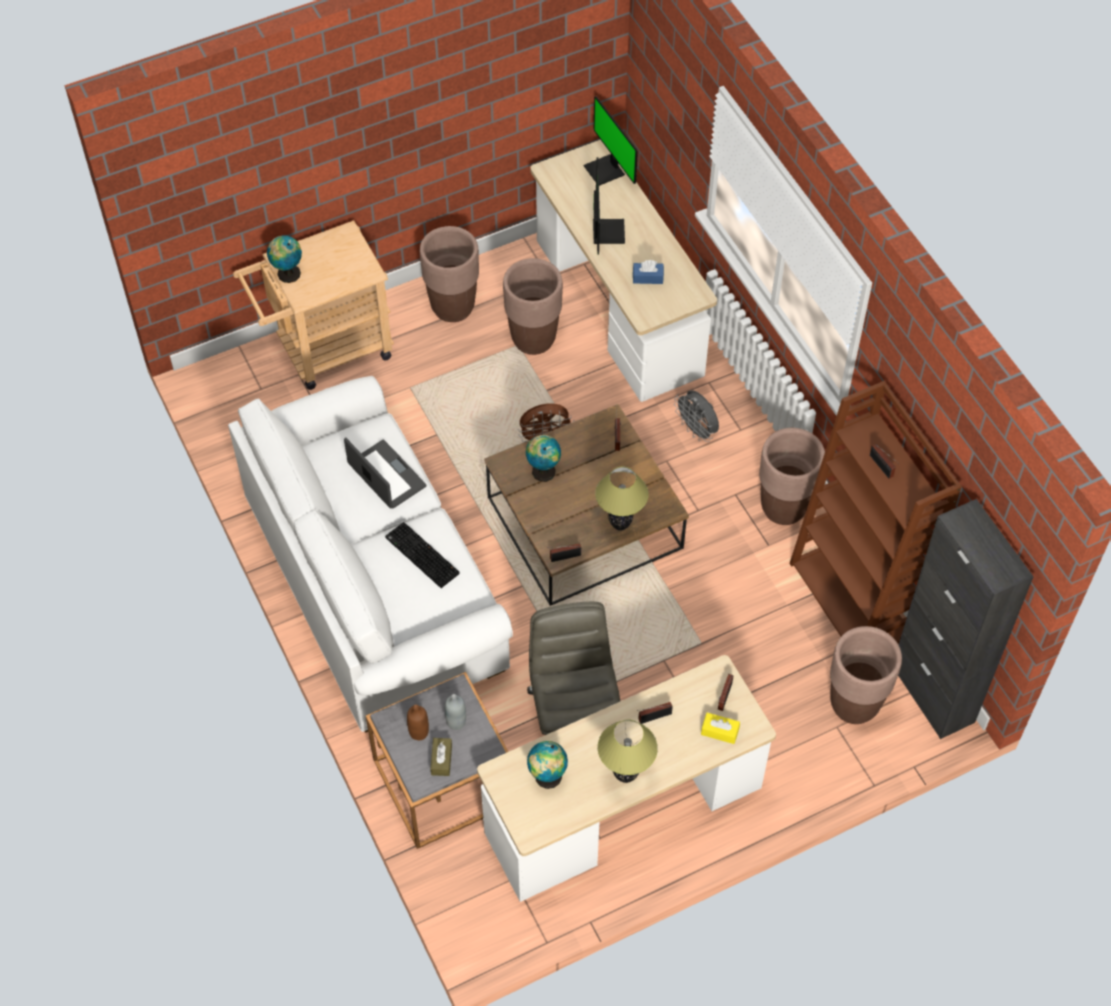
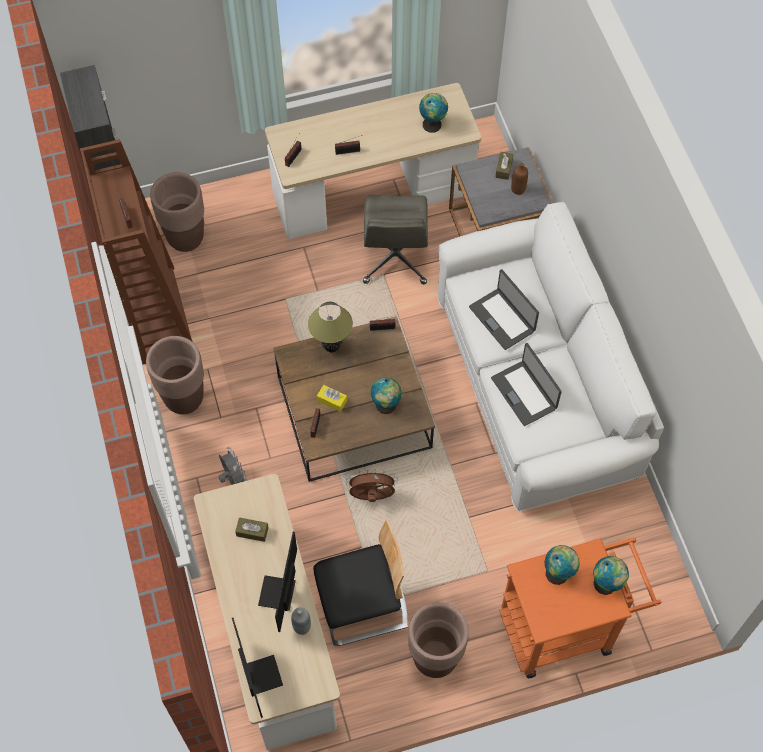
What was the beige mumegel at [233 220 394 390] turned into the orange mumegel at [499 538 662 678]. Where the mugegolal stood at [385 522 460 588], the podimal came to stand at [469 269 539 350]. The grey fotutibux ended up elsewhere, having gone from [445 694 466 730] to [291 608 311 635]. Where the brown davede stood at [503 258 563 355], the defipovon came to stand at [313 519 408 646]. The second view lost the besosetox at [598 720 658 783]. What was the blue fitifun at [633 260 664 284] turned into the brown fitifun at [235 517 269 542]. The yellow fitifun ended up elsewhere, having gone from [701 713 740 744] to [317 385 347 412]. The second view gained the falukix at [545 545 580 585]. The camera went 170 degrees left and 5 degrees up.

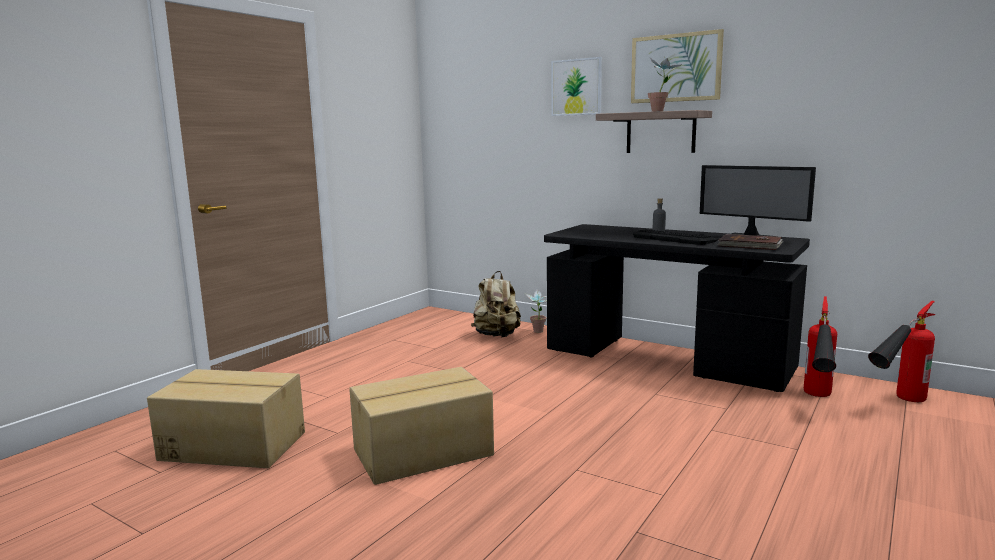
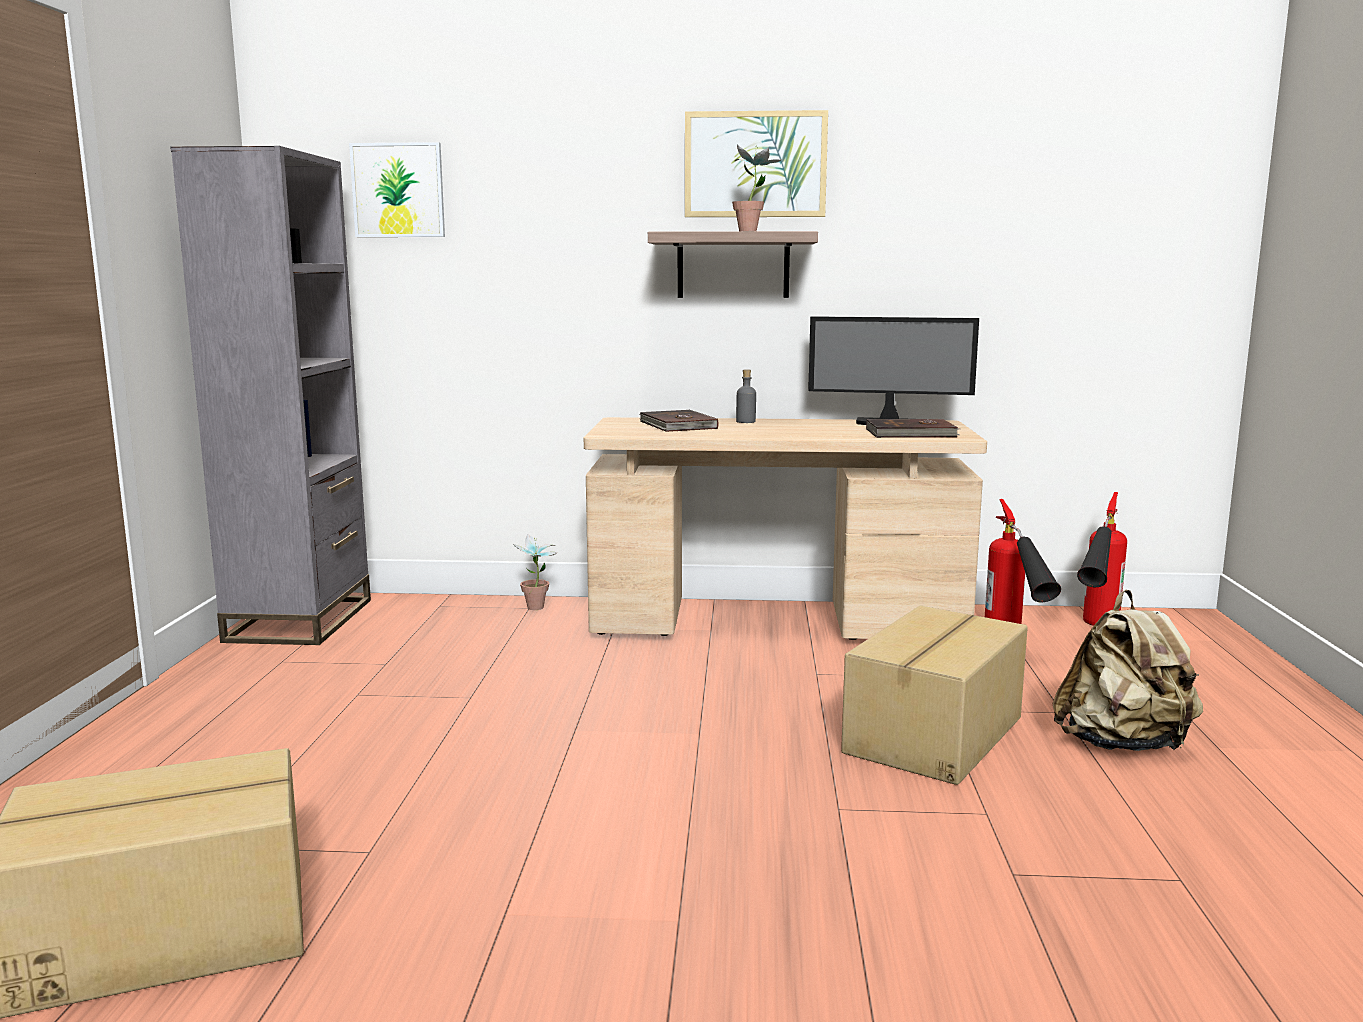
The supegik ended up elsewhere, having gone from [349 367 494 485] to [841 606 1028 785]. The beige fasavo ended up elsewhere, having gone from [471 271 521 337] to [1052 590 1203 751]. What was the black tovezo at [544 224 810 392] turned into the beige tovezo at [584 417 987 640]. The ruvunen ended up elsewhere, having gone from [551 57 602 116] to [349 142 445 237]. The second view lost the mugegolal at [633 229 719 245]. The second view gained the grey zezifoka at [170 146 371 645]. The second view gained the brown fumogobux at [639 410 719 432]. The camera went 30 degrees left and 0 degrees up.

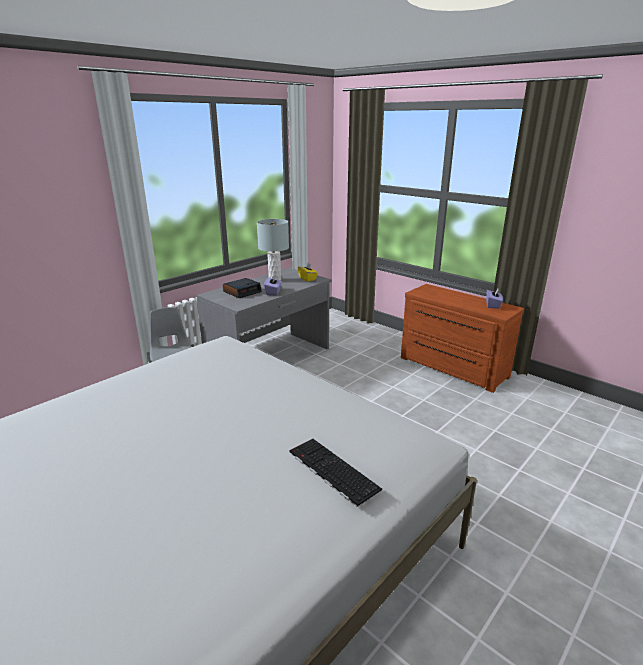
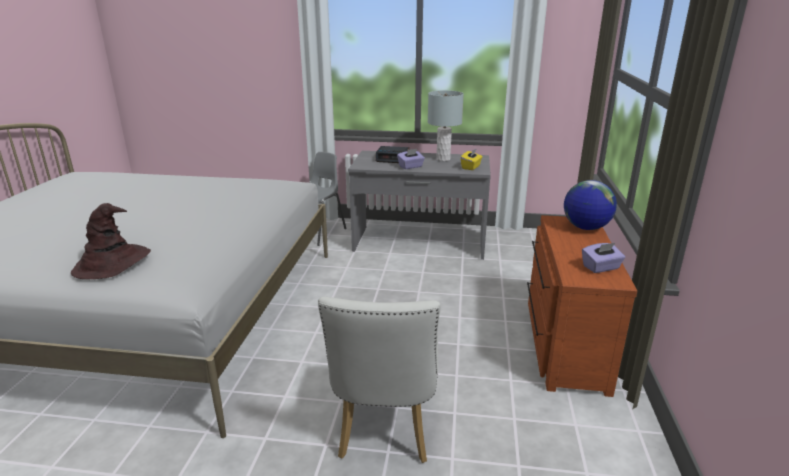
Where the mugegolal stood at [289 439 382 507], the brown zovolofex came to stand at [71 203 151 279]. The second view gained the white defipovon at [318 297 441 463]. The second view gained the falukix at [564 180 617 230]. The camera went 55 degrees right and 0 degrees up.

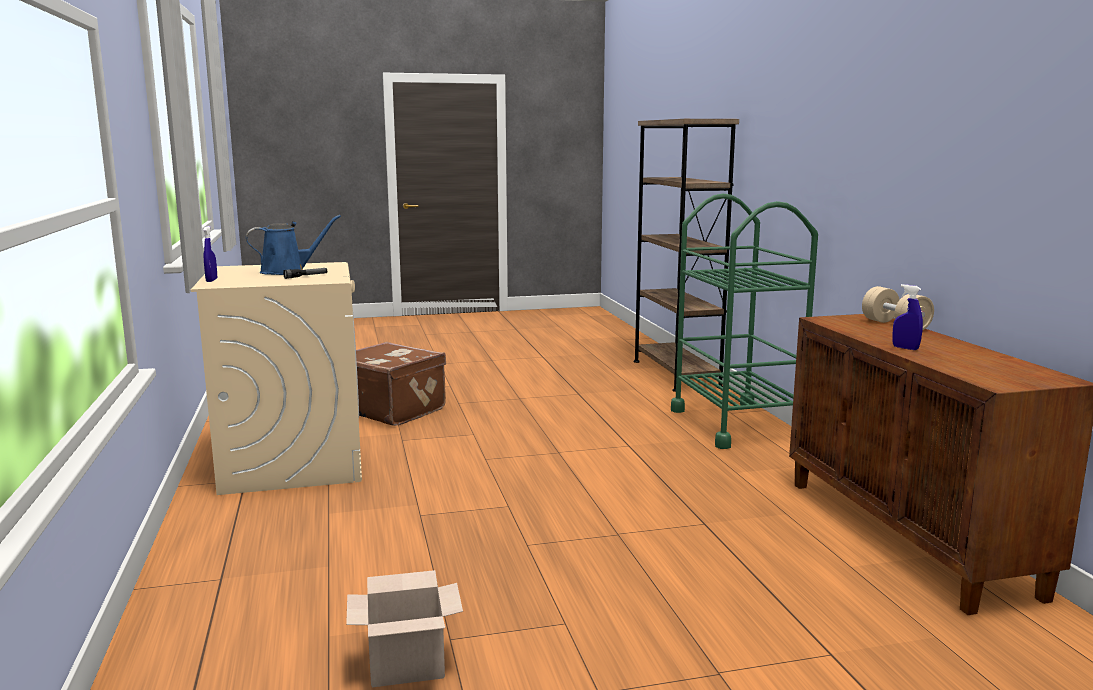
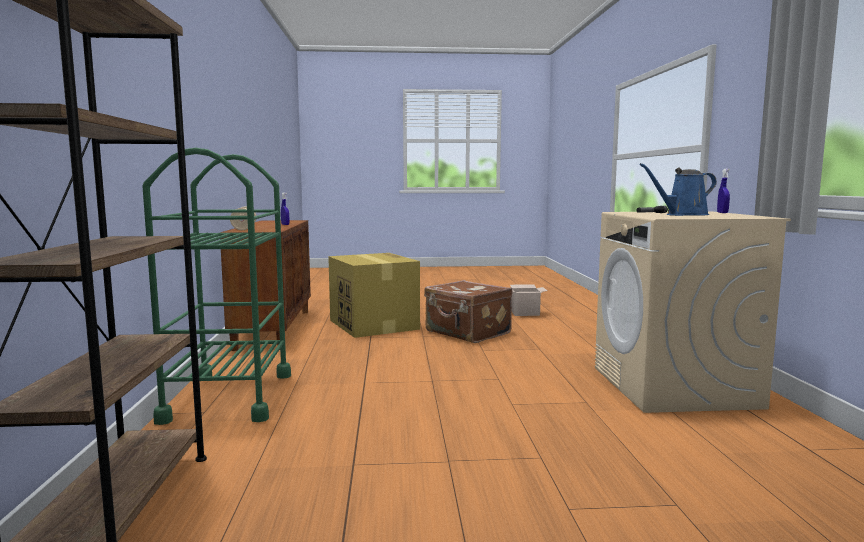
The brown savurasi ended up elsewhere, having gone from [356 342 446 426] to [424 280 513 343]. The second view gained the supegik at [328 253 420 338]. The camera went 170 degrees left and 5 degrees down.

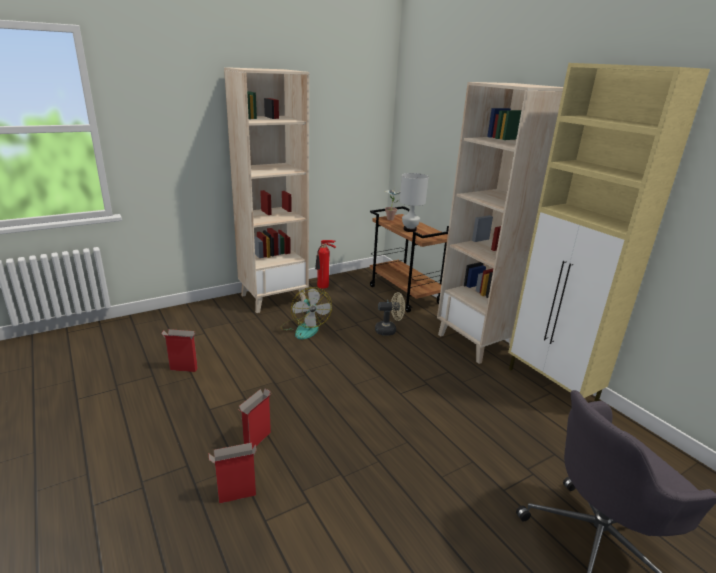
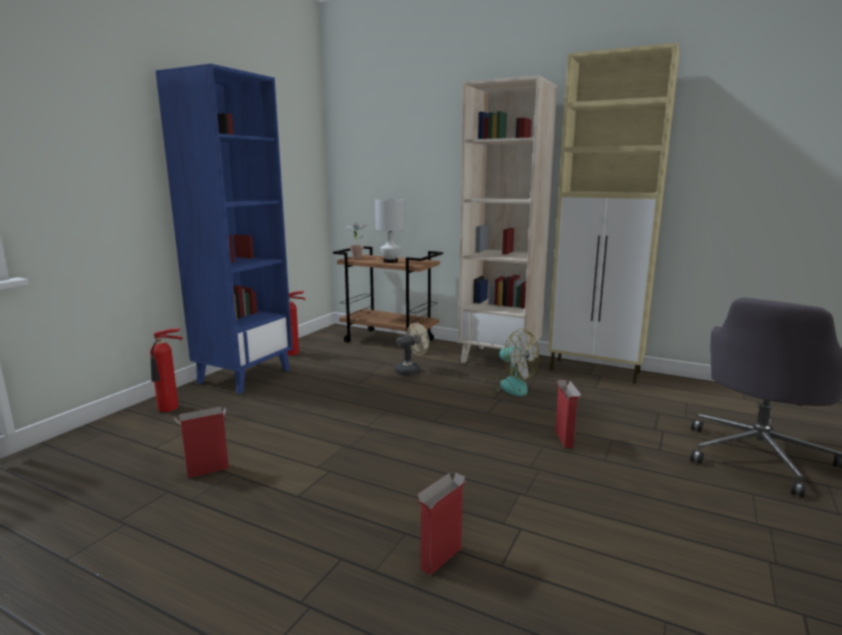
What was the beige zezifoka at [224 67 309 313] turned into the blue zezifoka at [156 64 292 394]. The supegik ended up elsewhere, having gone from [239 389 271 449] to [555 380 581 448]. The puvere ended up elsewhere, having gone from [280 287 332 340] to [479 329 539 396]. The second view gained the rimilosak at [150 328 183 412]. The camera went 30 degrees left and 10 degrees down.

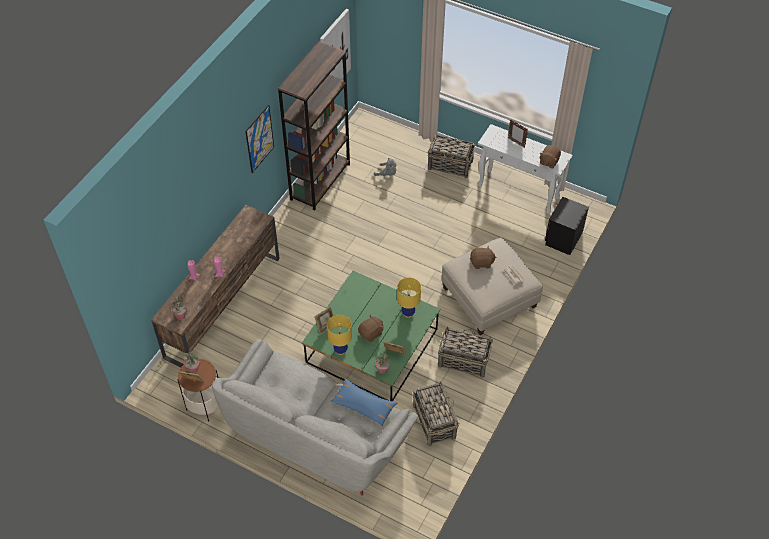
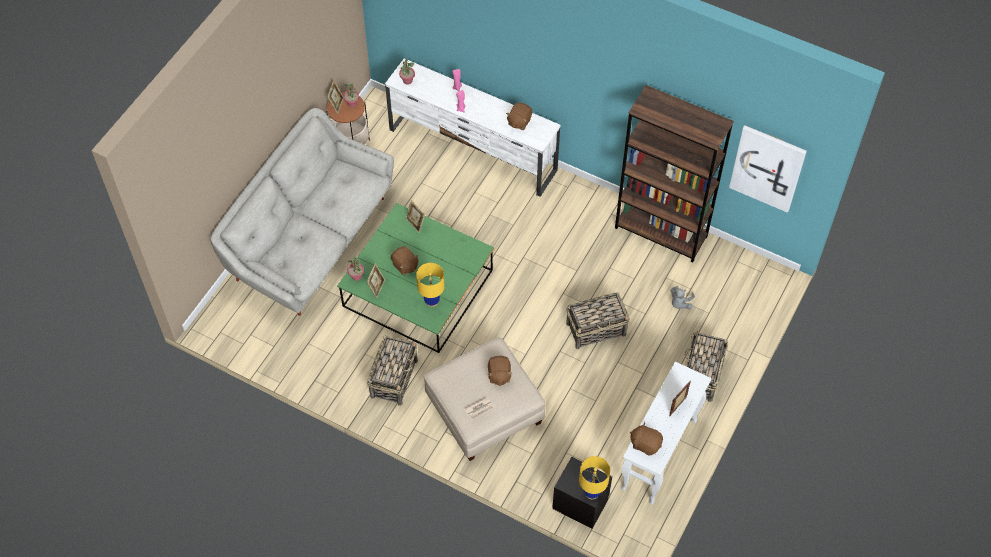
What was the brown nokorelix at [151 205 280 367] turned into the white nokorelix at [385 58 561 197]. The second view lost the ruvunen at [245 105 274 173]. The yellow besosetox ended up elsewhere, having gone from [327 315 352 355] to [579 456 610 500]. The second view lost the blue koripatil at [330 379 398 426]. The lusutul ended up elsewhere, having gone from [413 381 459 447] to [566 292 630 349]. The second view gained the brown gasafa at [506 103 532 130]. The camera went 90 degrees right and 5 degrees up.

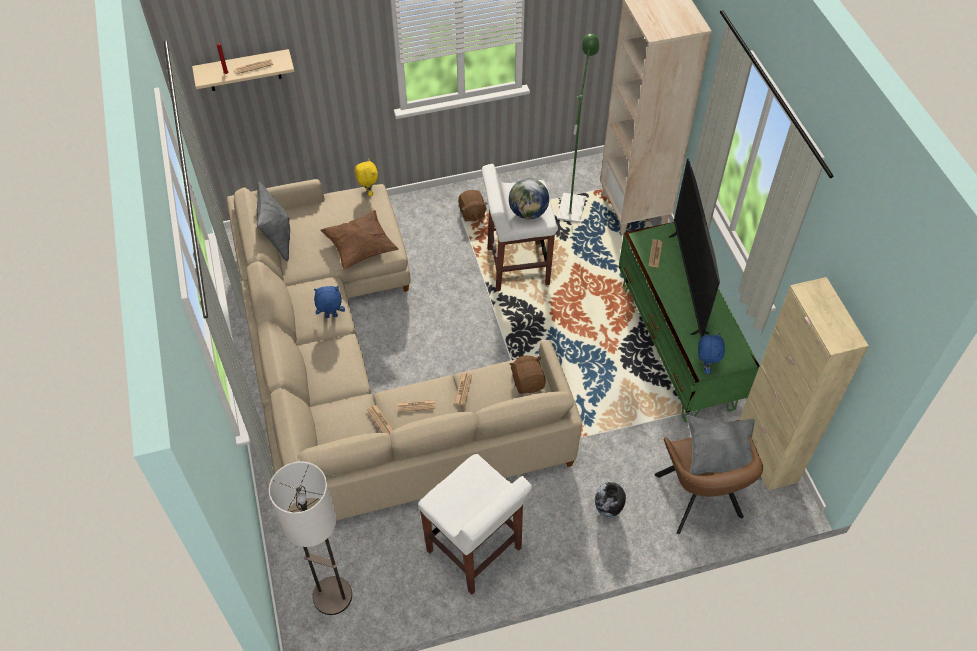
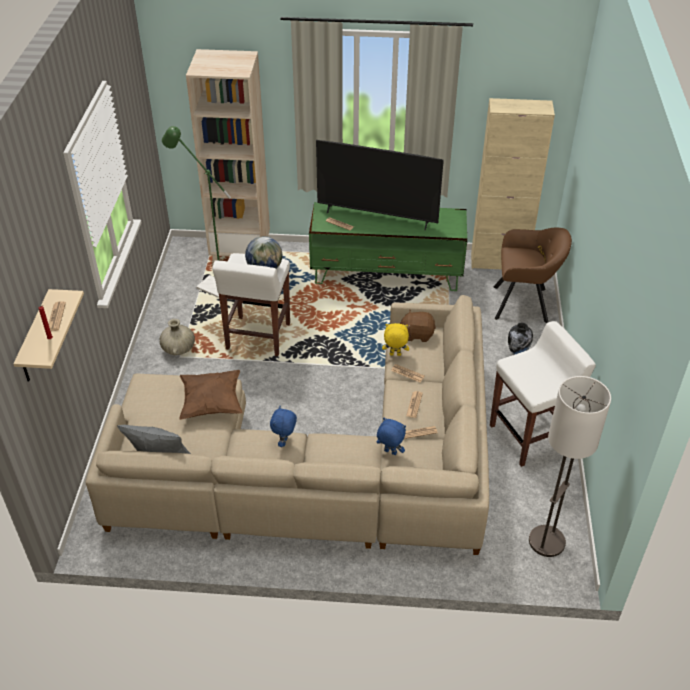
The yellow gasafa ended up elsewhere, having gone from [355 159 378 196] to [382 323 409 356]. Where the brown gasafa stood at [458 190 488 221], the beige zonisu came to stand at [160 319 195 355]. The second view lost the grey koripatil at [686 415 762 480]. The blue gasafa ended up elsewhere, having gone from [698 333 725 374] to [377 417 406 455]. The camera went 70 degrees left and 10 degrees down.

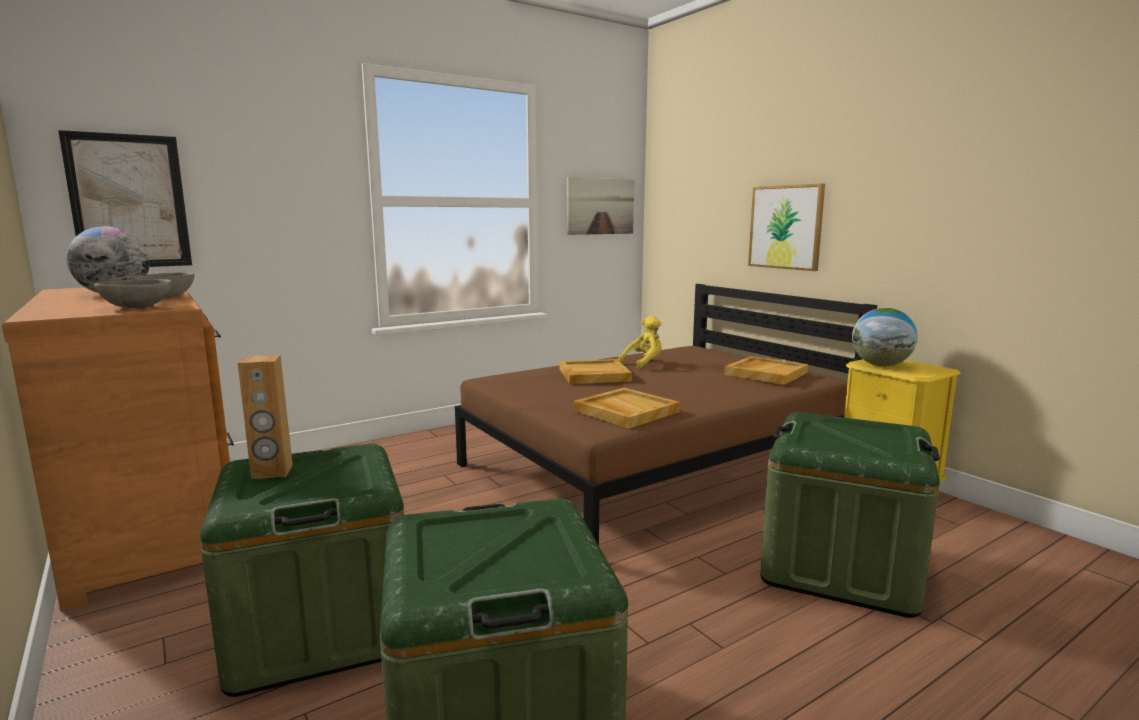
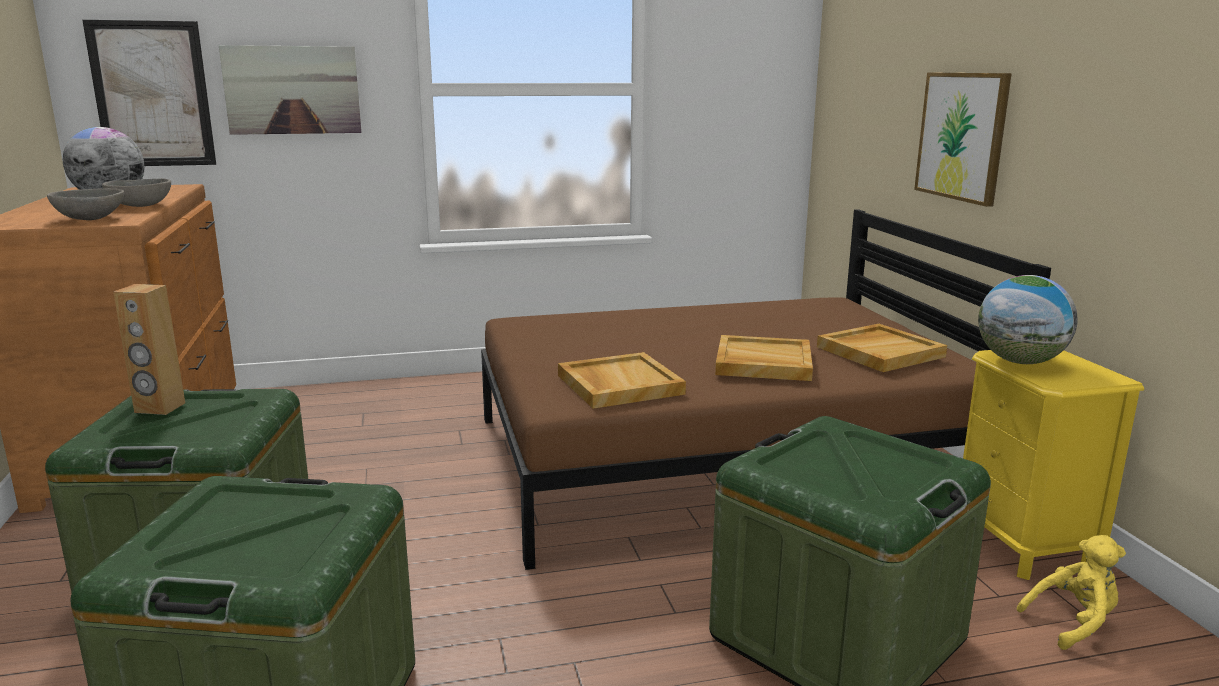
The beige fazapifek ended up elsewhere, having gone from [560 359 632 384] to [715 335 813 381]. The ruvunen ended up elsewhere, having gone from [567 177 634 235] to [219 45 361 135]. The yellow gasafa ended up elsewhere, having gone from [618 316 662 369] to [1017 535 1126 650]. The camera went 20 degrees right and 5 degrees up.

